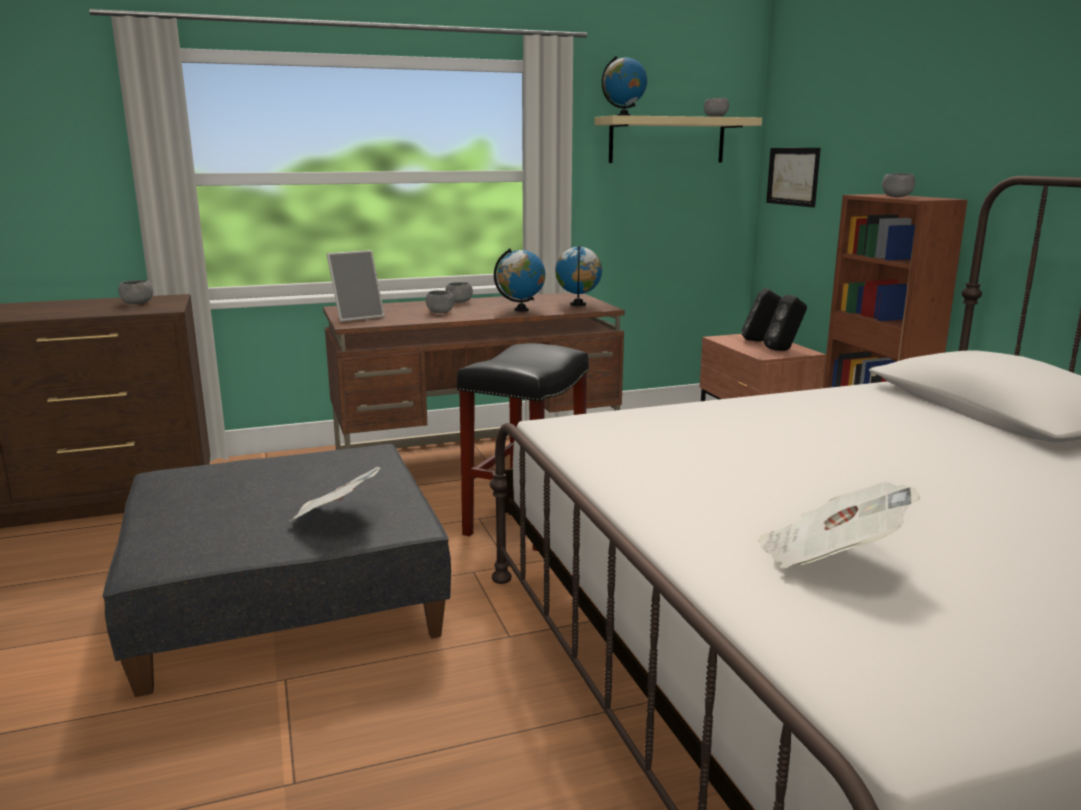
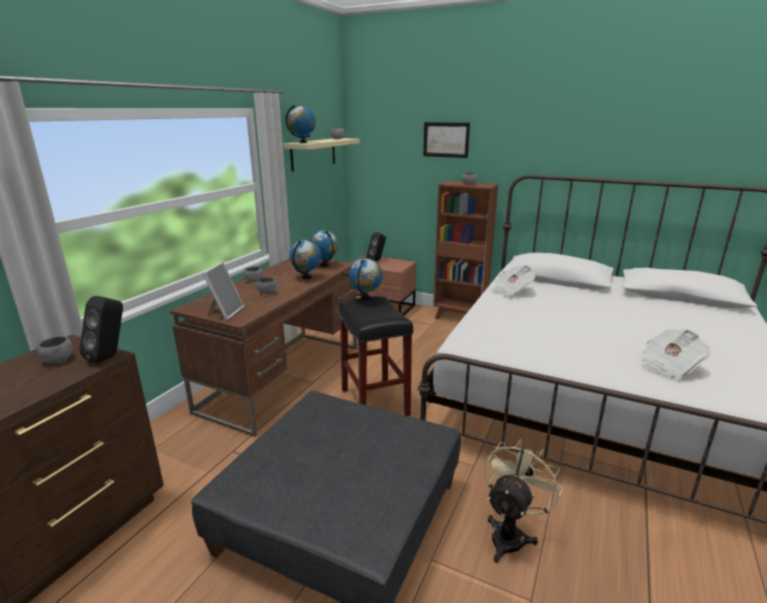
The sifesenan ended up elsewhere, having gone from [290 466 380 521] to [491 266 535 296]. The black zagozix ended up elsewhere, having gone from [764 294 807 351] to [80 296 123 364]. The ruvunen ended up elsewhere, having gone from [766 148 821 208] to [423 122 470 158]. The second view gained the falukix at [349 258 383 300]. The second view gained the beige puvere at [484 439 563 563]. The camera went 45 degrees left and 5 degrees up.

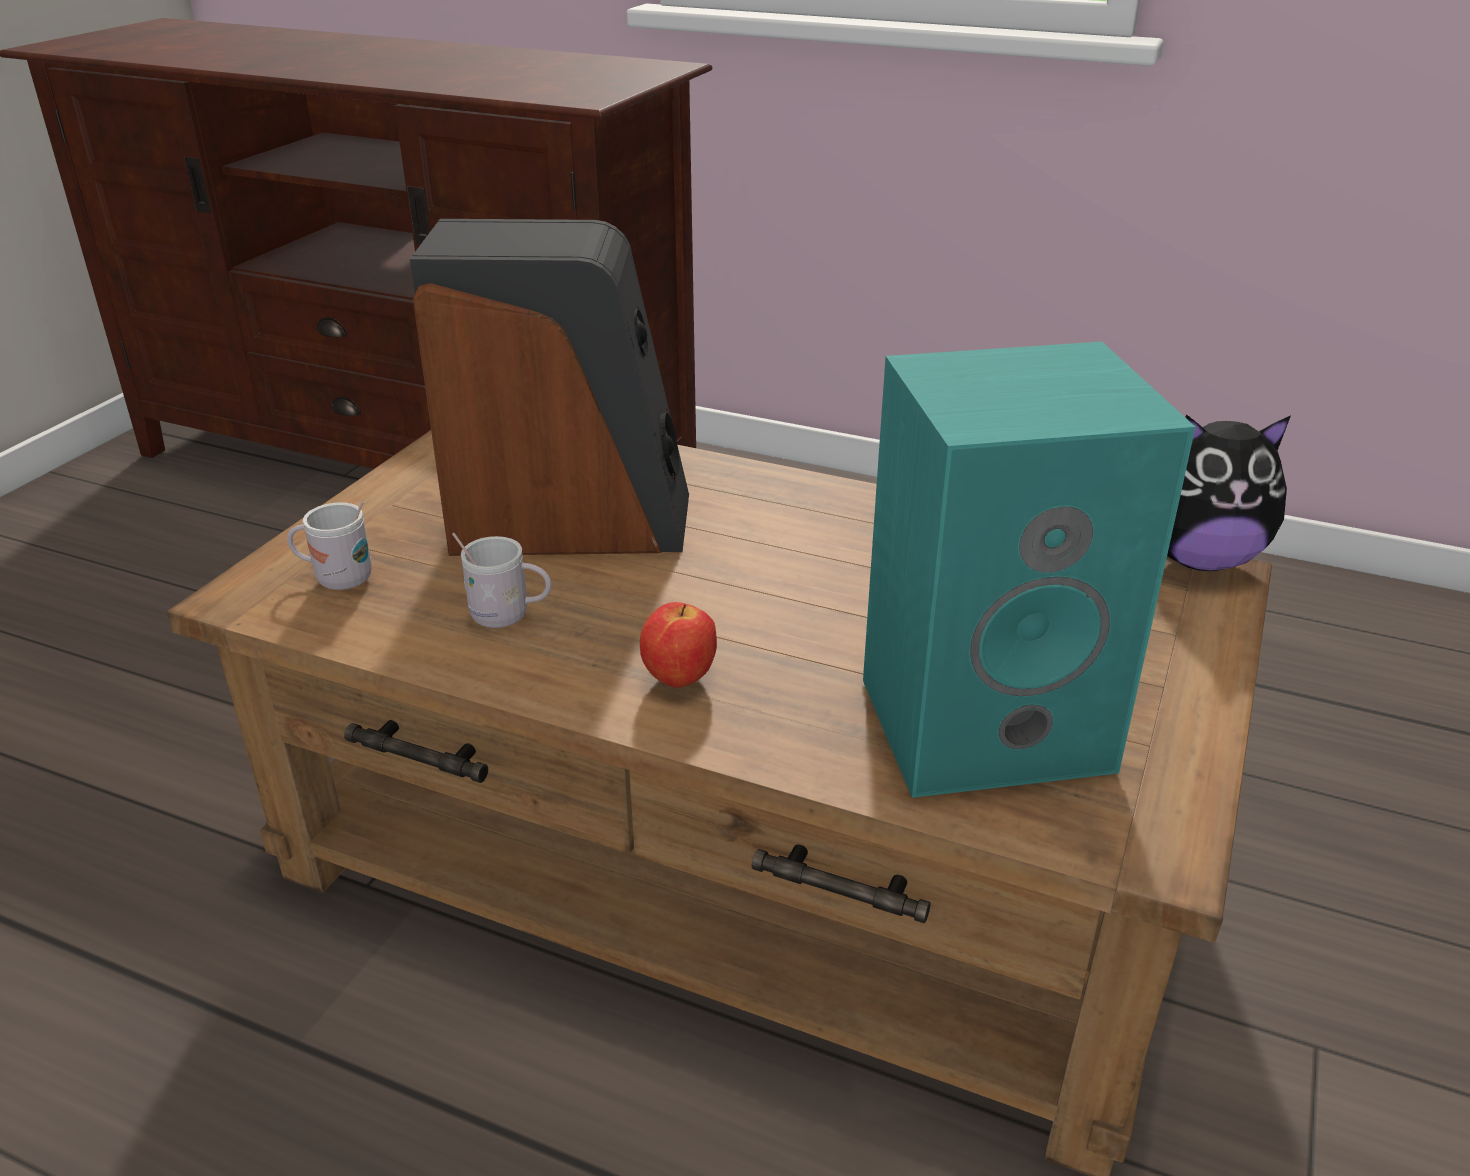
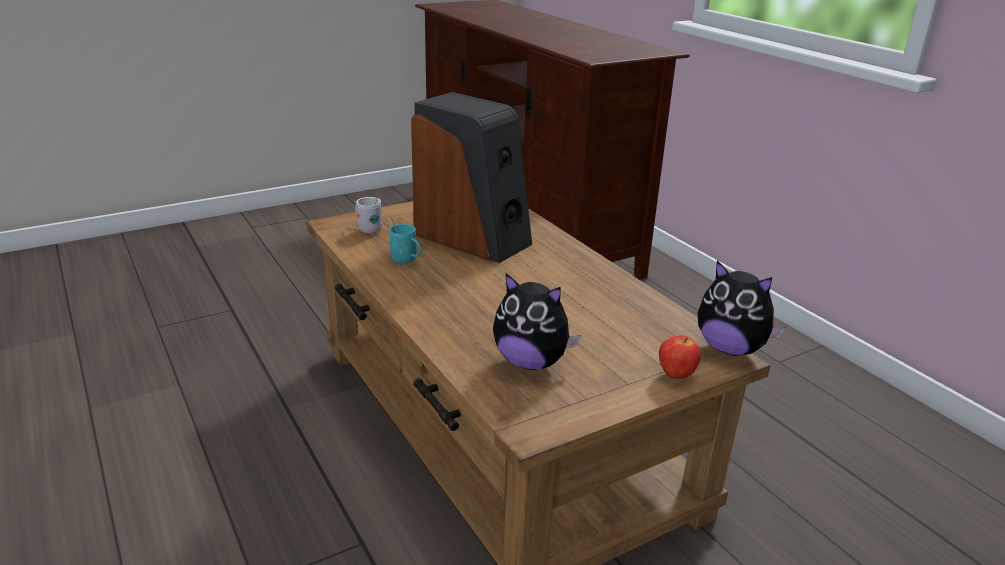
What was the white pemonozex at [452 533 551 628] turned into the turquoise pemonozex at [389 217 421 263]. The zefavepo ended up elsewhere, having gone from [640 602 717 688] to [659 335 701 379]. Where the turquoise zagozix stood at [863 342 1195 798], the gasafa came to stand at [493 273 582 370]. The camera went 35 degrees right and 5 degrees down.

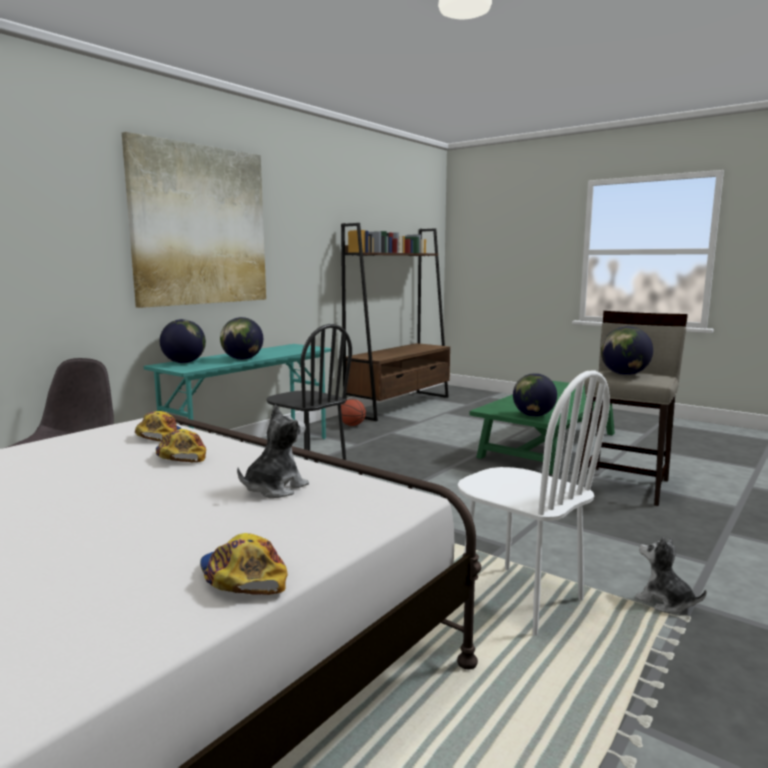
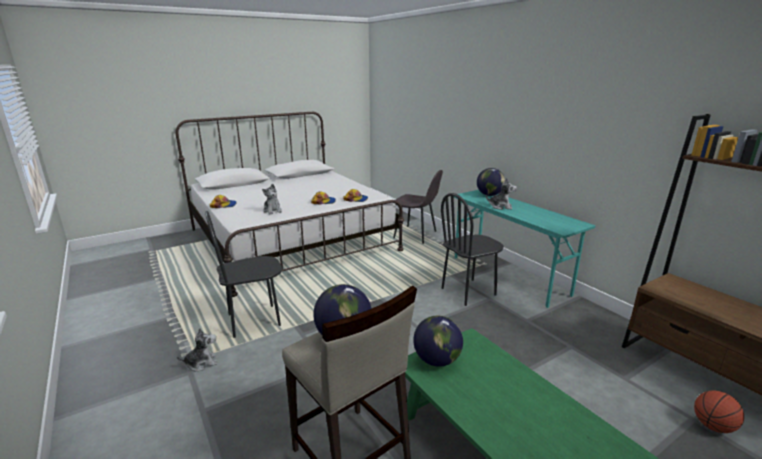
The second view lost the ruvunen at [122 132 266 308]. Where the falukix stood at [220 317 263 360], the gasafa came to stand at [486 178 517 210]. The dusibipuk ended up elsewhere, having gone from [341 399 366 426] to [694 390 744 433]. What was the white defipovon at [458 370 610 636] turned into the black defipovon at [205 211 282 338]. The camera went 110 degrees right and 10 degrees up.

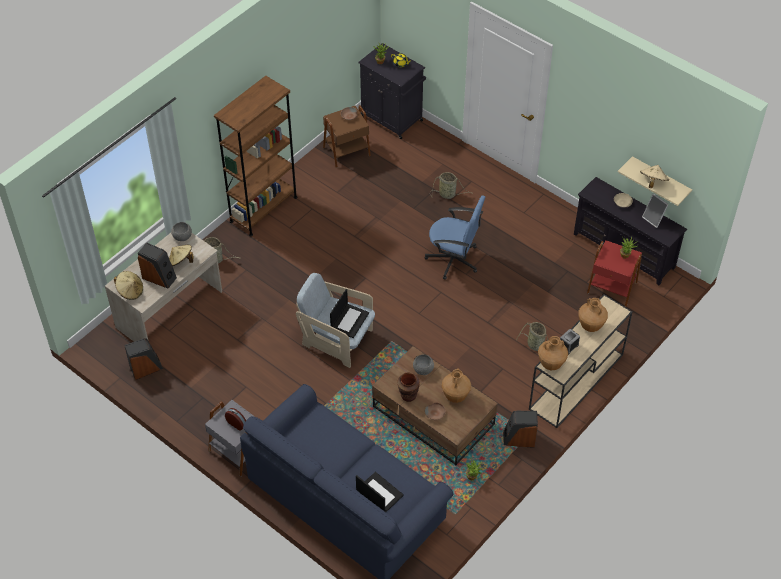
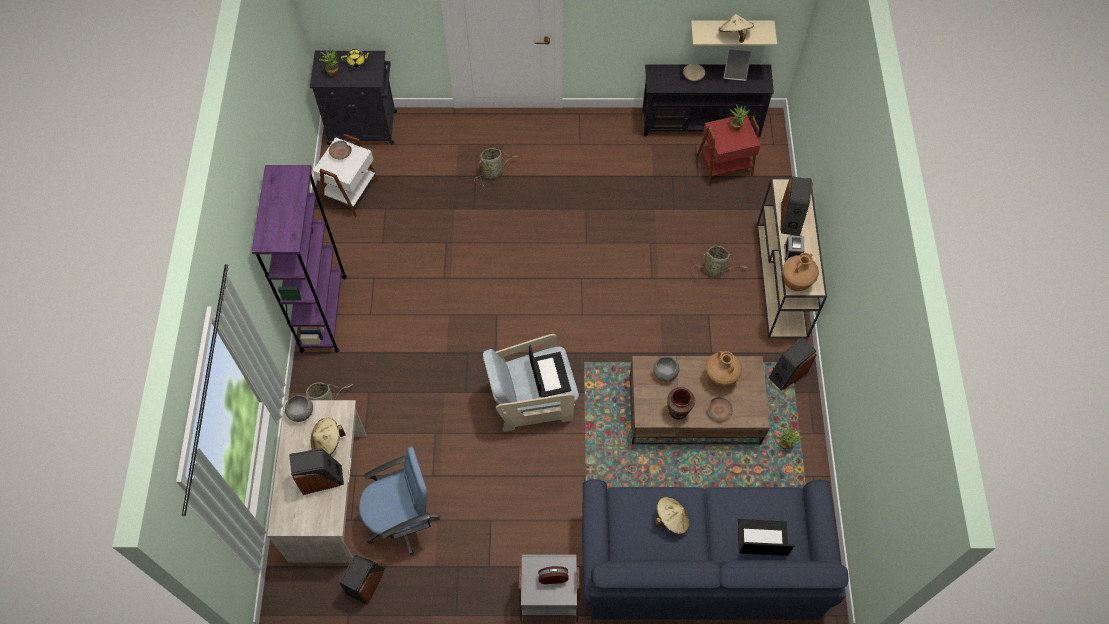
The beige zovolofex ended up elsewhere, having gone from [114 271 143 300] to [654 497 690 534]. What was the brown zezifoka at [214 76 297 236] turned into the purple zezifoka at [251 165 347 352]. What was the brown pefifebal at [323 105 371 168] turned into the white pefifebal at [313 134 379 217]. The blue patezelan ended up elsewhere, having gone from [424 196 485 280] to [359 446 440 556]. Where the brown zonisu stood at [578 298 608 332], the zagozix came to stand at [781 177 813 236]. The camera went 40 degrees left and 10 degrees up.

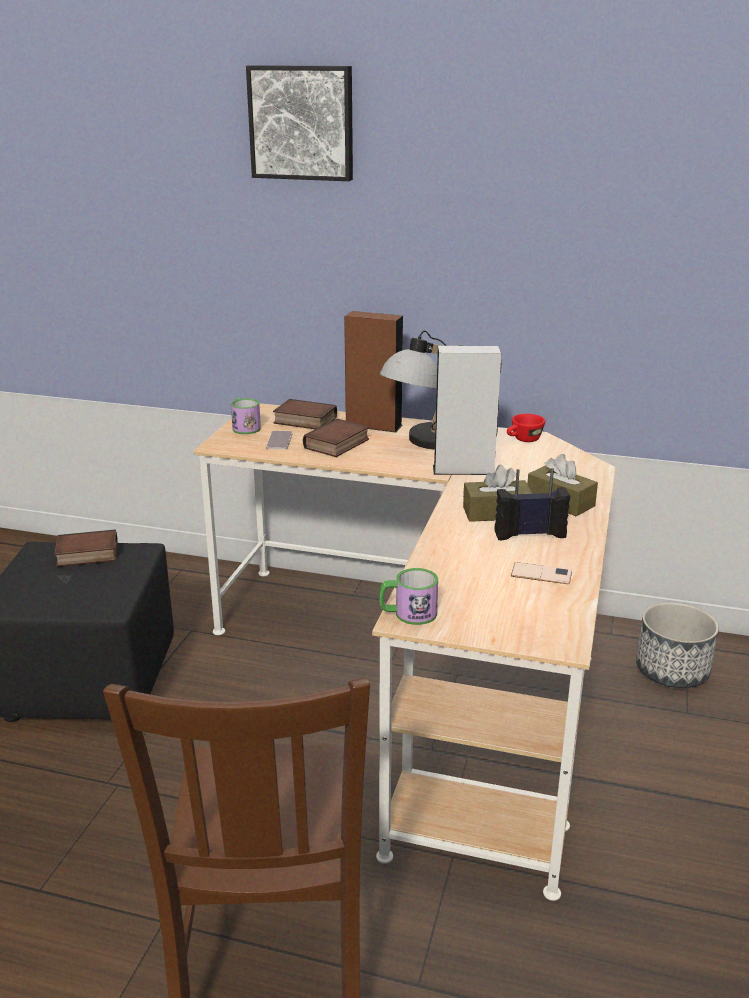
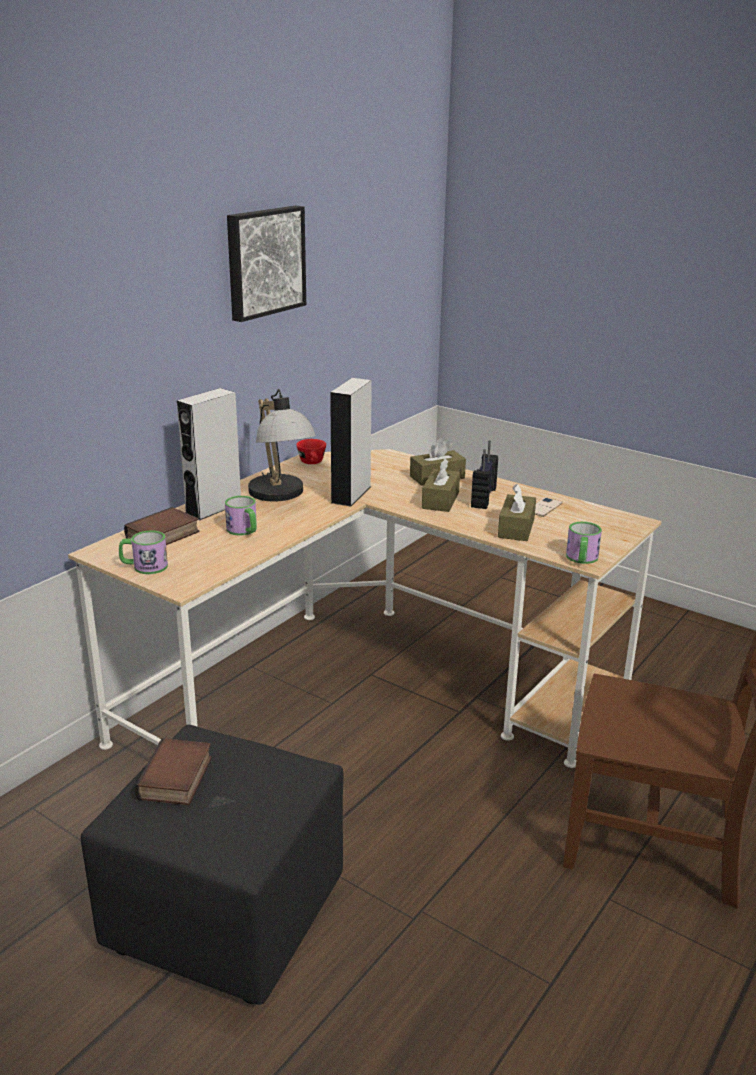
The ruvunen ended up elsewhere, having gone from [246 65 353 181] to [227 206 306 322]. The second view lost the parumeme at [266 431 292 449]. Where the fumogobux stood at [303 419 369 457], the pemonozex came to stand at [225 496 257 536]. What was the brown zagozix at [344 311 403 433] turned into the grey zagozix at [177 388 241 520]. The second view lost the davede at [636 602 719 688]. The second view gained the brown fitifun at [498 484 536 541]. The camera went 70 degrees left and 0 degrees up.

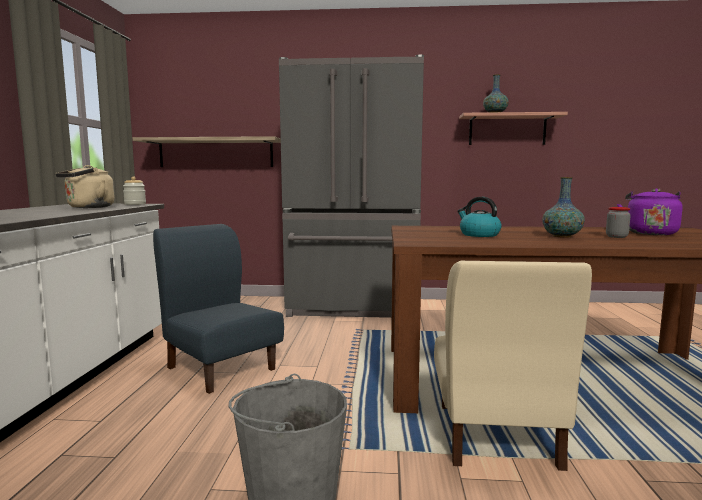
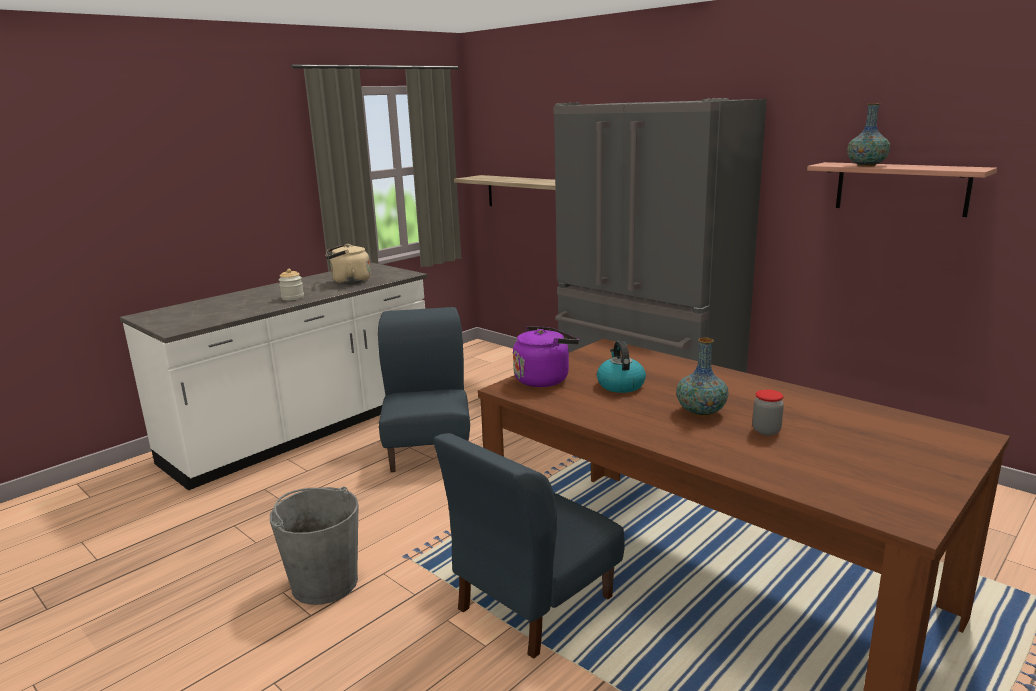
The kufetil ended up elsewhere, having gone from [123 176 146 205] to [279 269 304 300]. What was the beige defipovon at [434 261 592 471] turned into the blue defipovon at [434 433 625 659]. The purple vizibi ended up elsewhere, having gone from [617 188 683 235] to [513 326 580 387]. The camera went 40 degrees right and 10 degrees up.

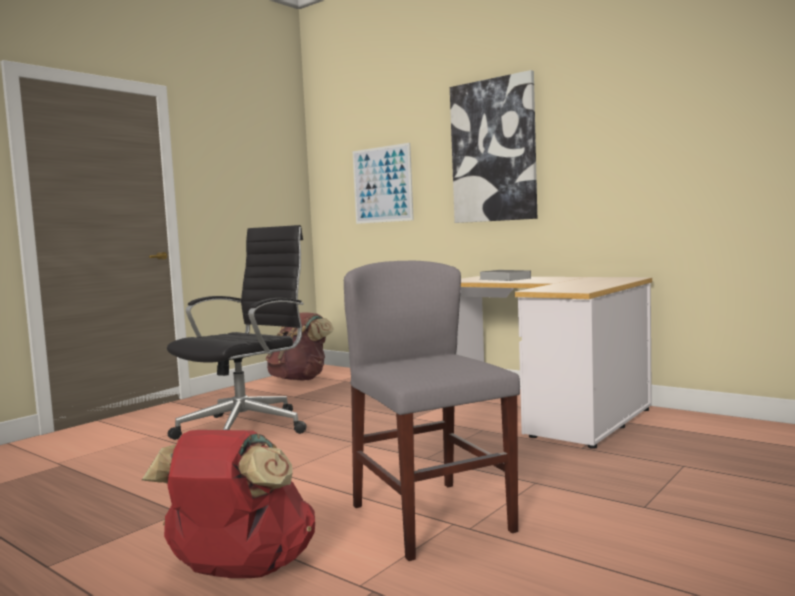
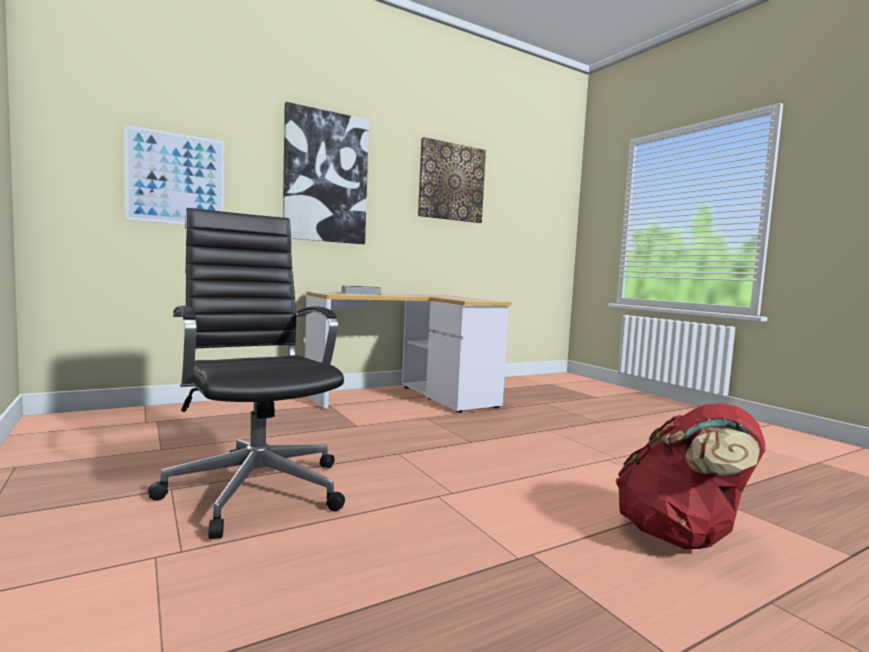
The second view lost the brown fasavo at [266 312 334 381]. The second view lost the grey defipovon at [344 261 520 561]. The second view gained the ruvunen at [418 137 486 223]. The camera went 70 degrees left and 0 degrees up.

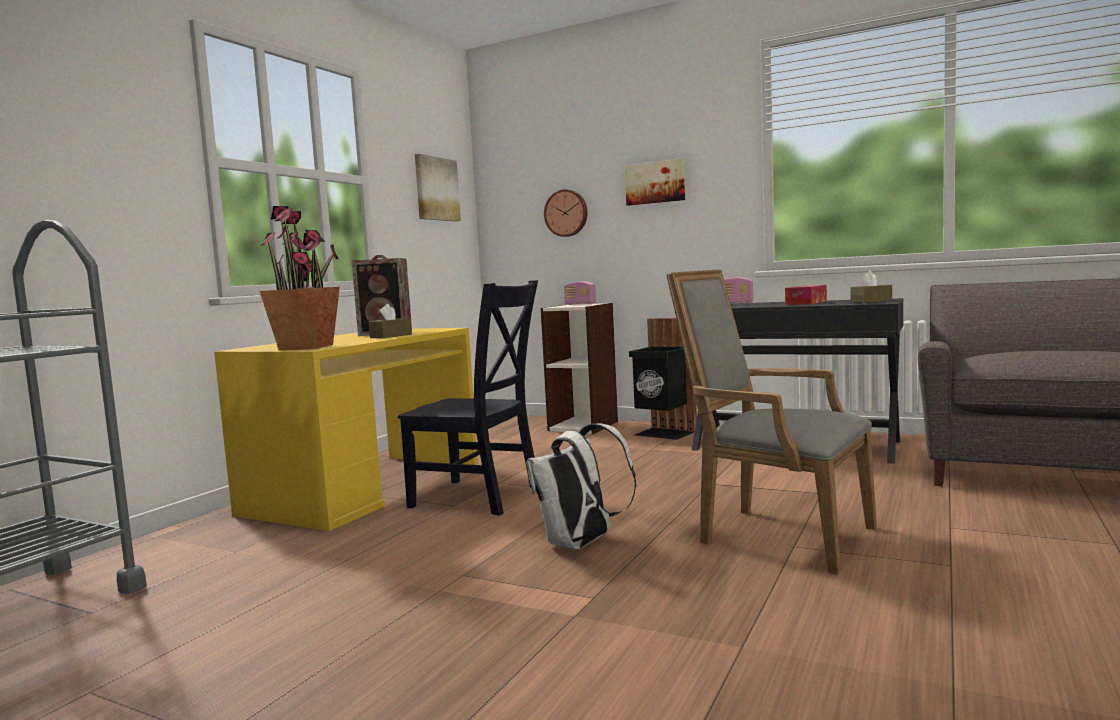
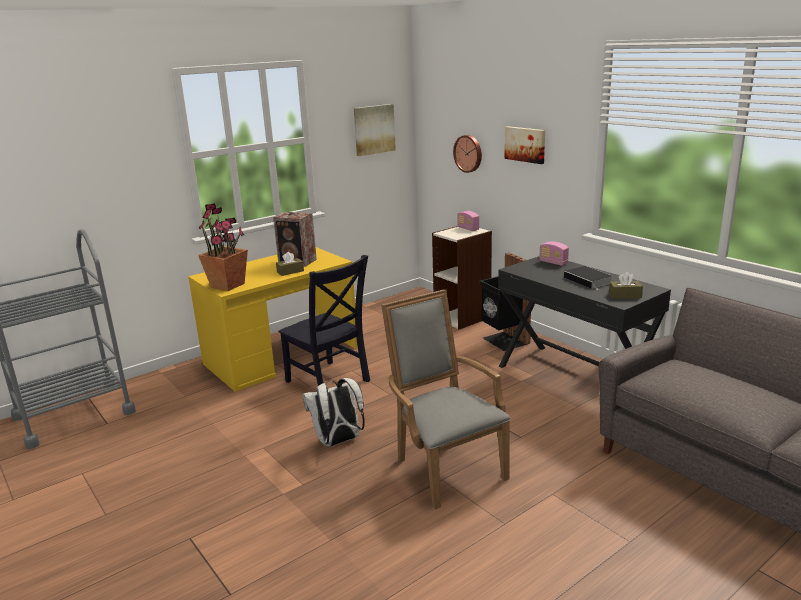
Where the fitifun stood at [785 285 827 305], the fumogobux came to stand at [564 266 613 291]. The camera went 25 degrees right and 15 degrees up.

